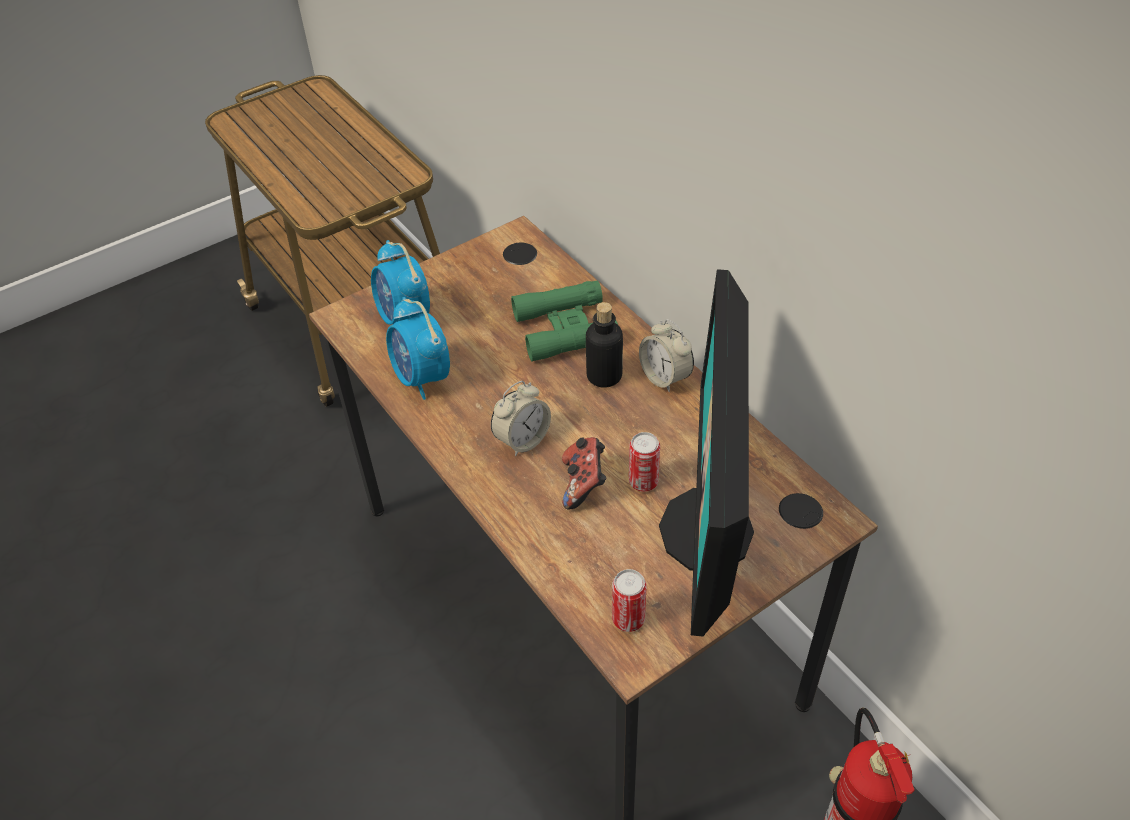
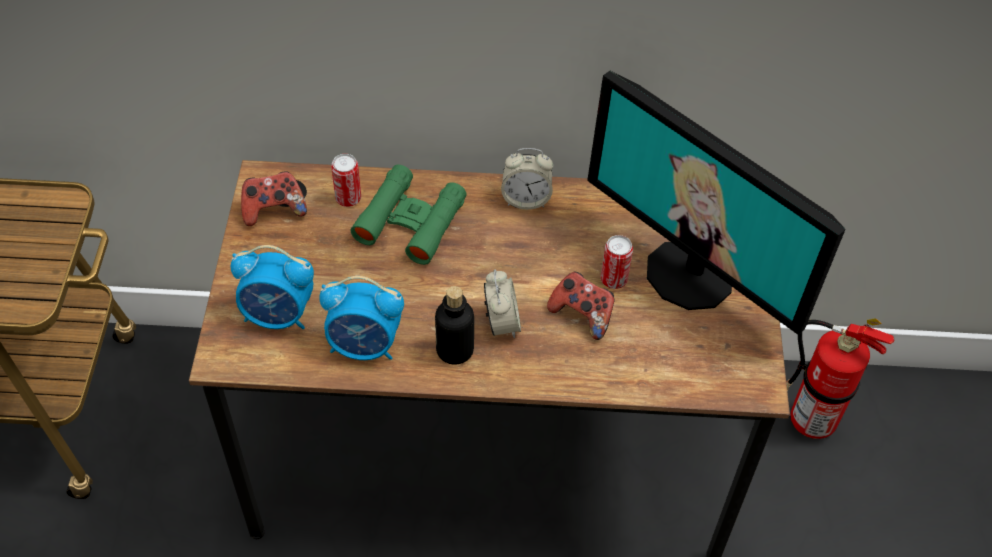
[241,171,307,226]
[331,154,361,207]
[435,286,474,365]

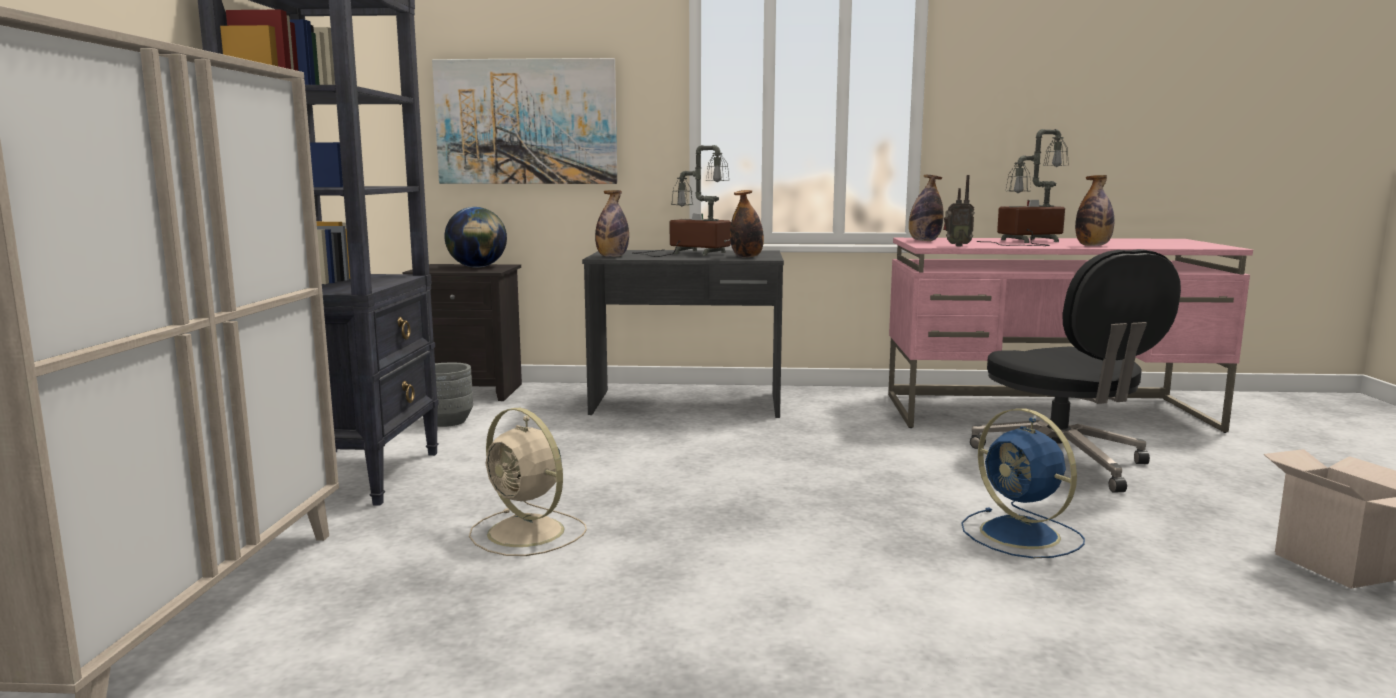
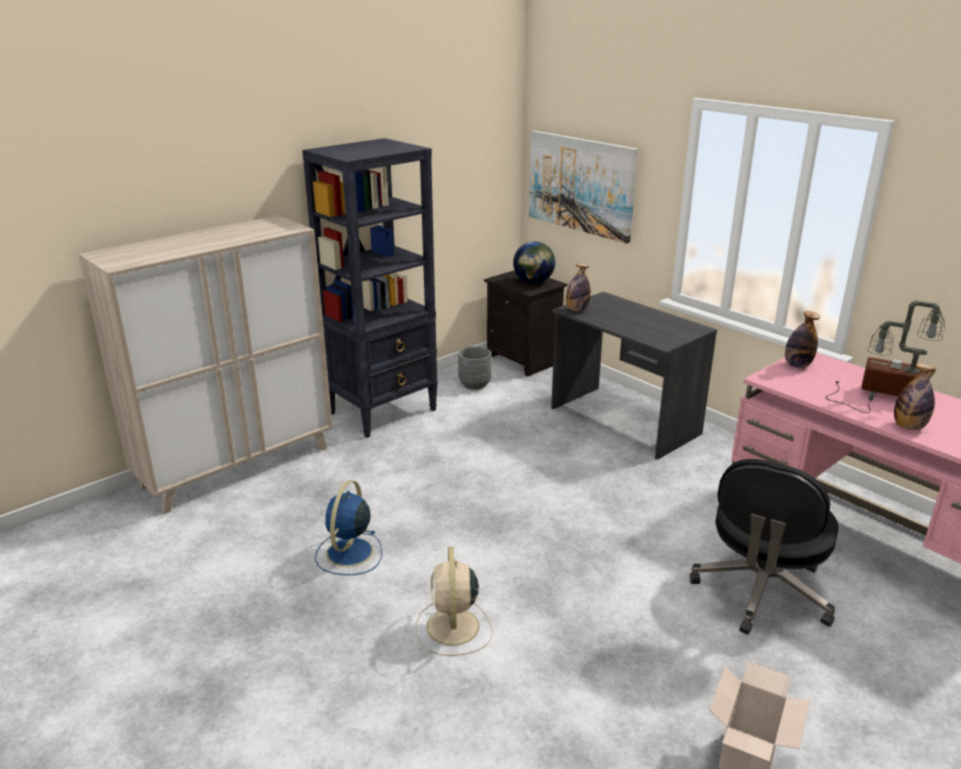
[315,480,382,575]
[416,547,493,656]
[632,145,731,257] (first image)
[730,190,764,258] (first image)
[943,175,975,246] (first image)

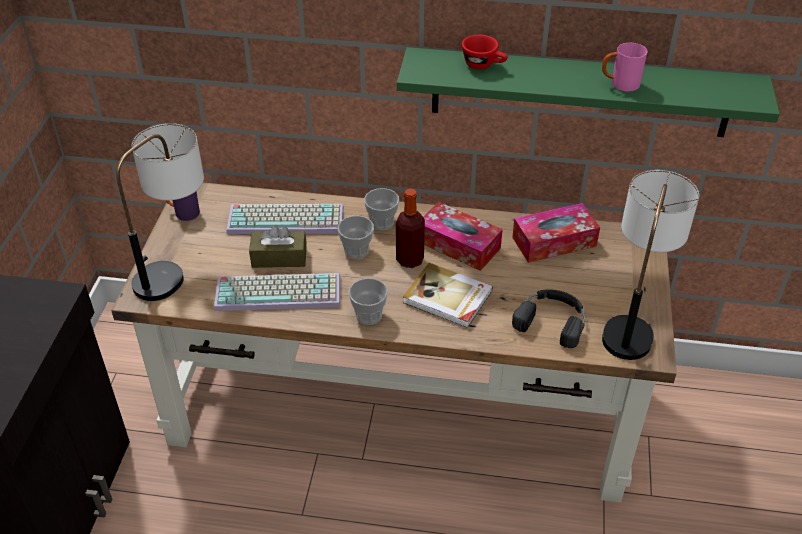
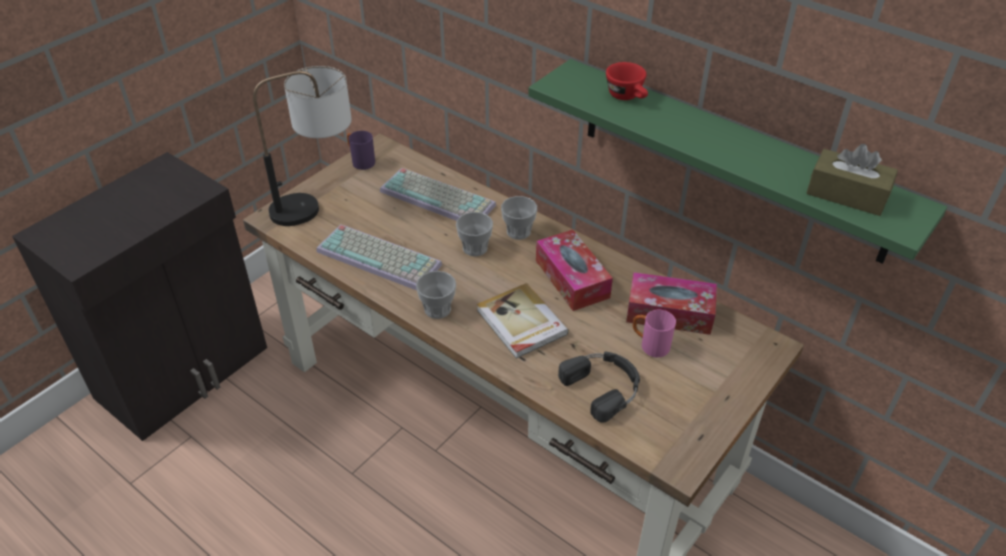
[633,310,676,357]
[806,144,898,216]
[396,189,425,268] (first image)
[602,170,699,360] (first image)

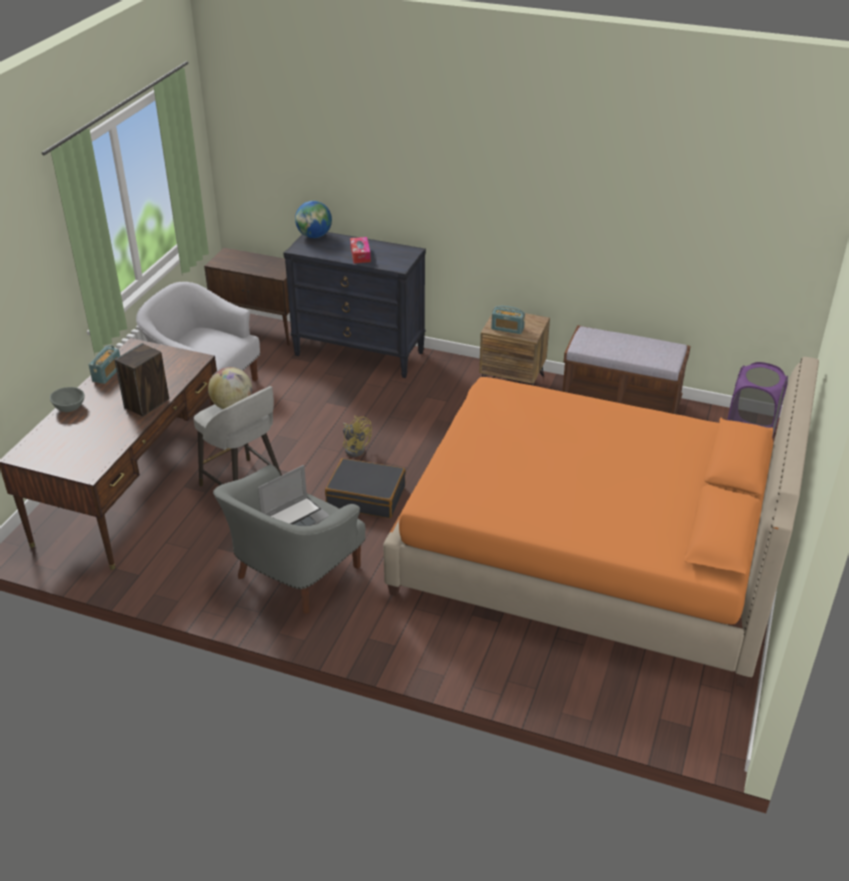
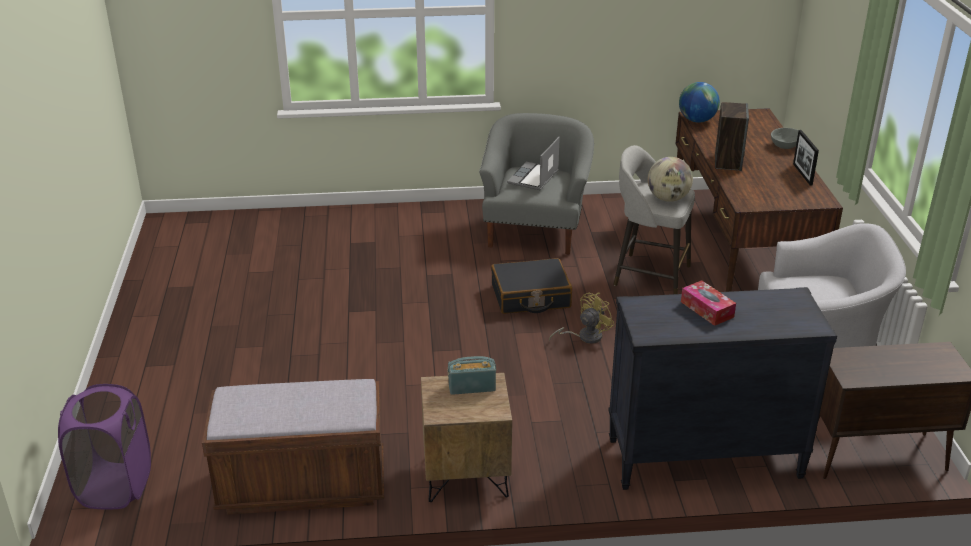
[549,293,614,344]
[679,82,720,123]
[793,130,819,185]
[383,357,819,687] (first image)

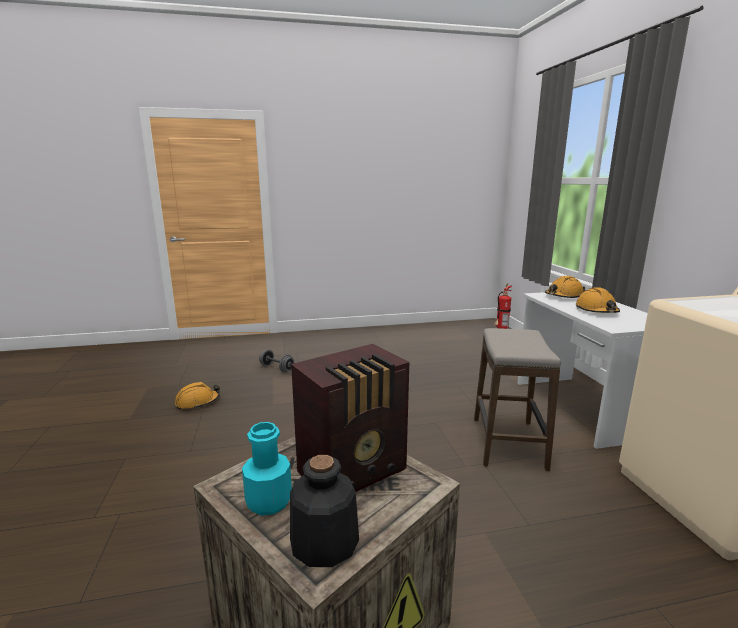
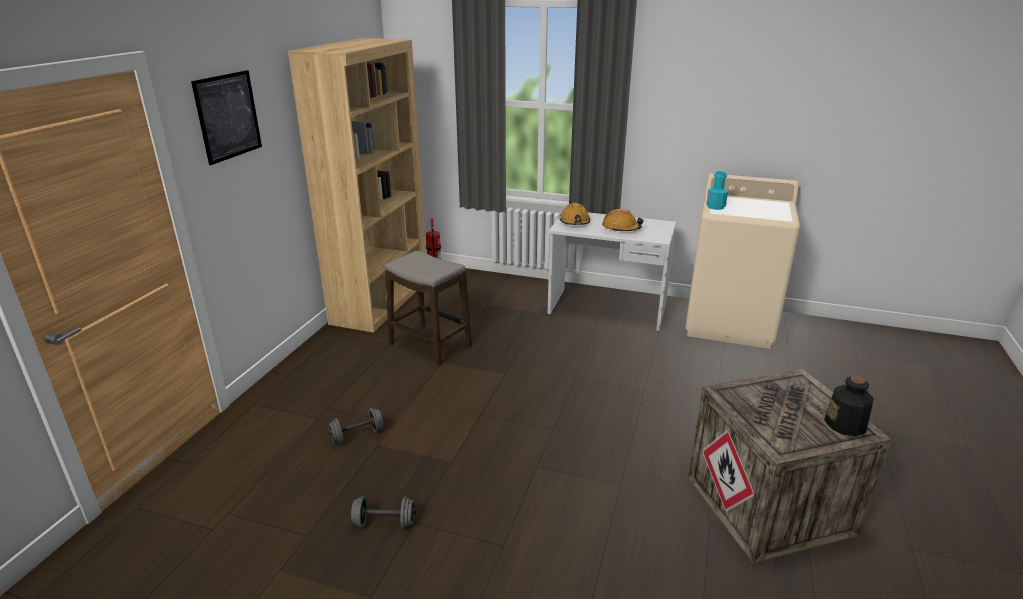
[191,70,262,165]
[288,38,426,333]
[351,496,416,528]
[385,250,472,366]
[706,171,728,210]
[291,344,410,492] (first image)

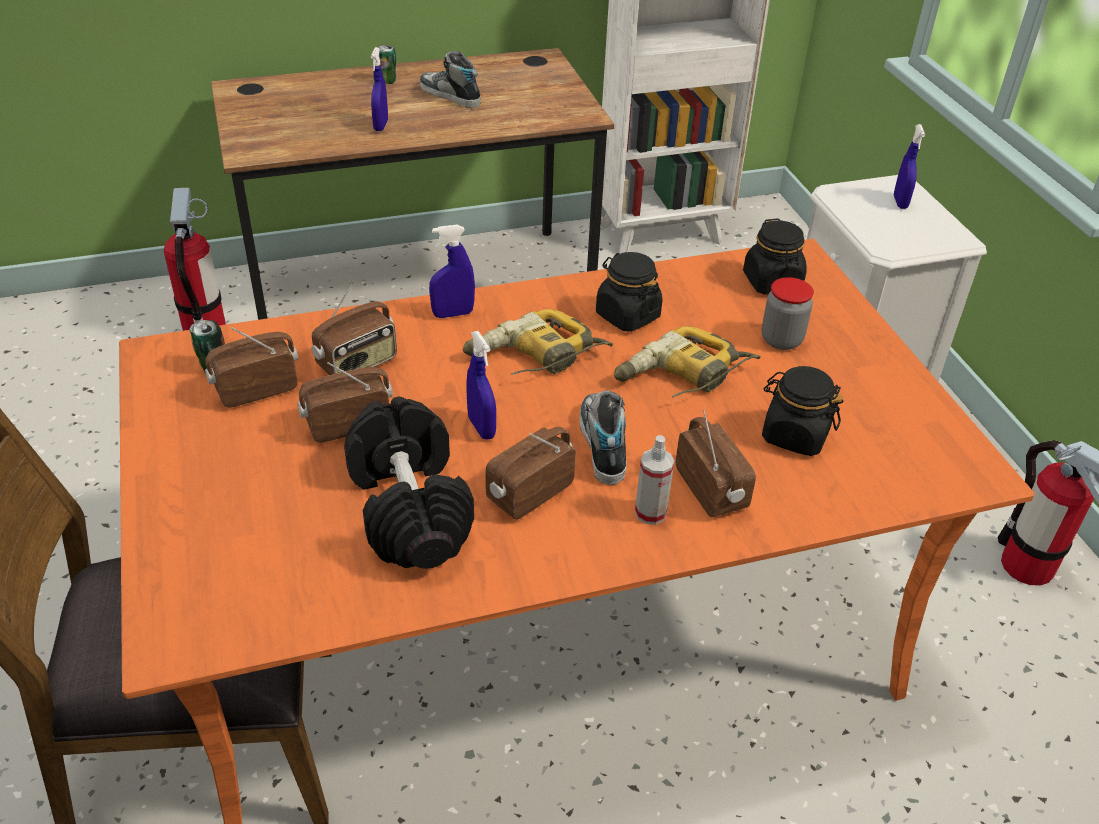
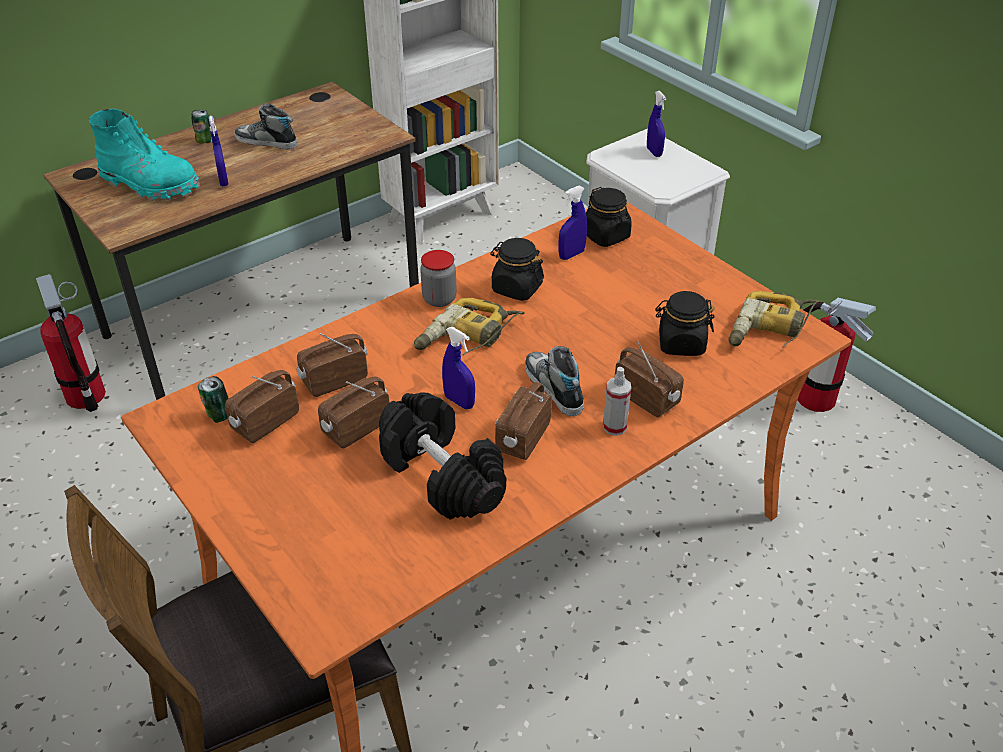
[89,109,200,201]
[296,333,368,397]
[420,250,457,307]
[558,186,587,260]
[728,291,820,348]

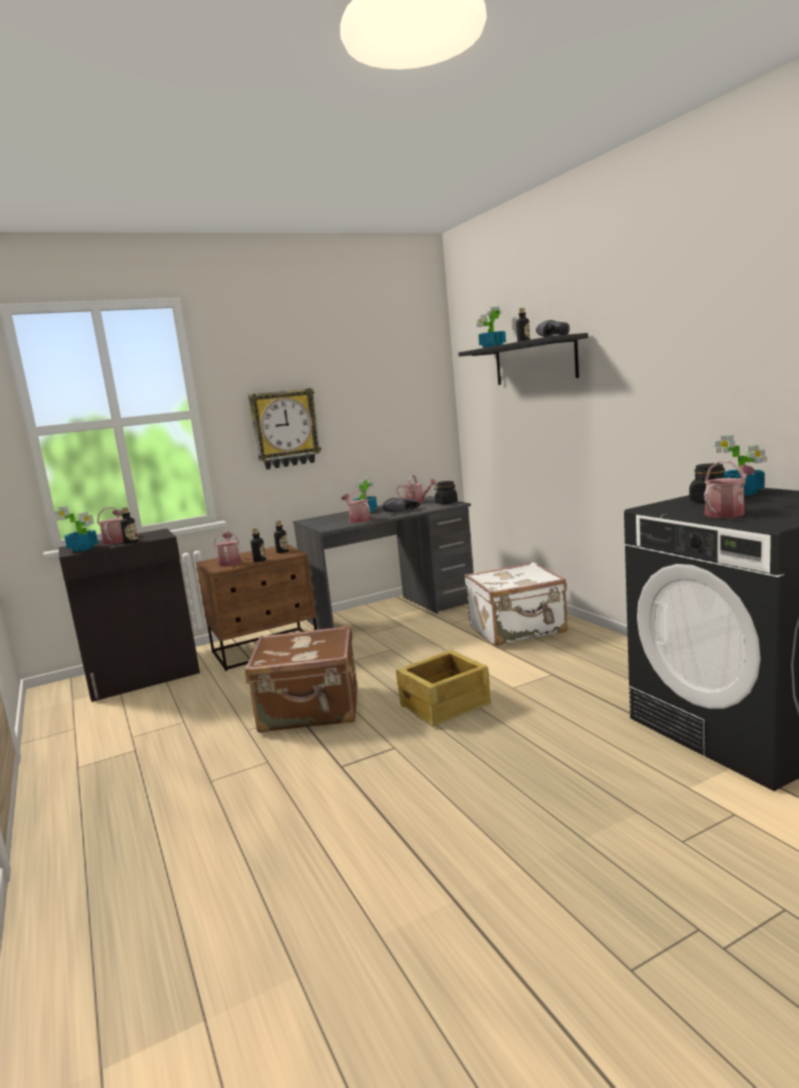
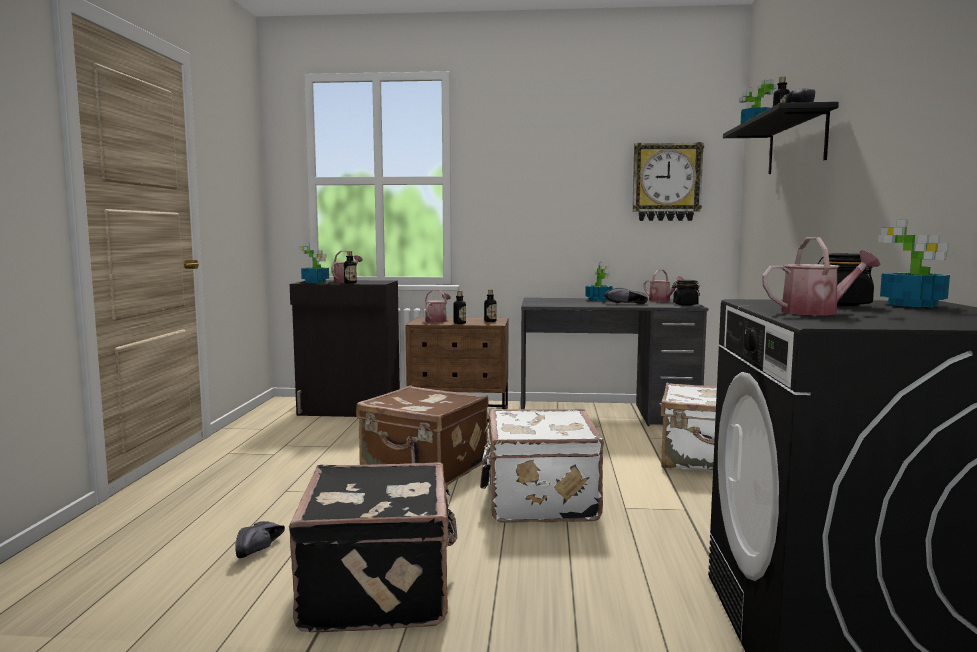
[235,521,285,558]
[289,462,457,632]
[480,409,604,523]
[632,142,704,221]
[341,490,371,523] (first image)

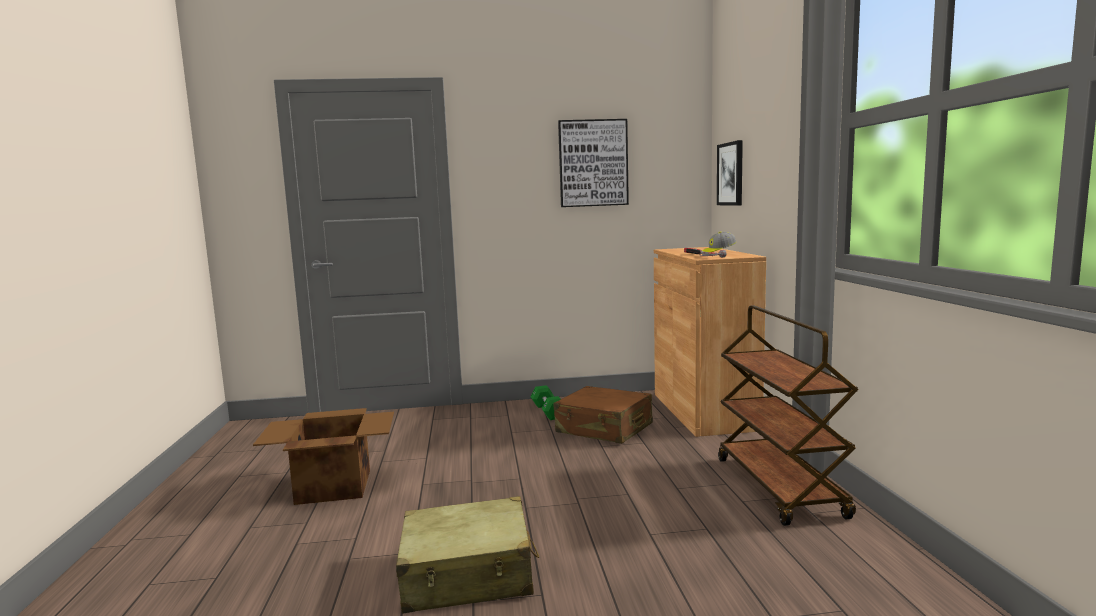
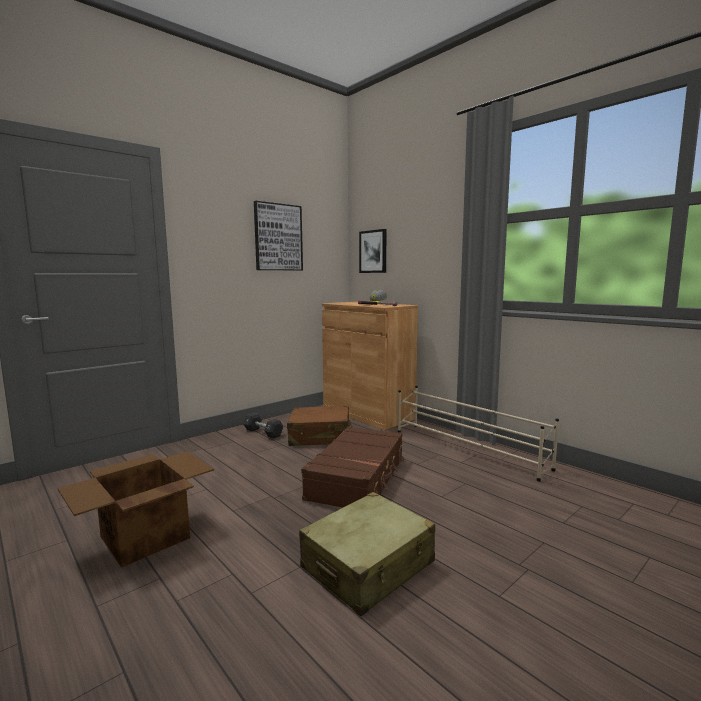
[243,413,283,439]
[301,426,404,507]
[398,386,559,481]

